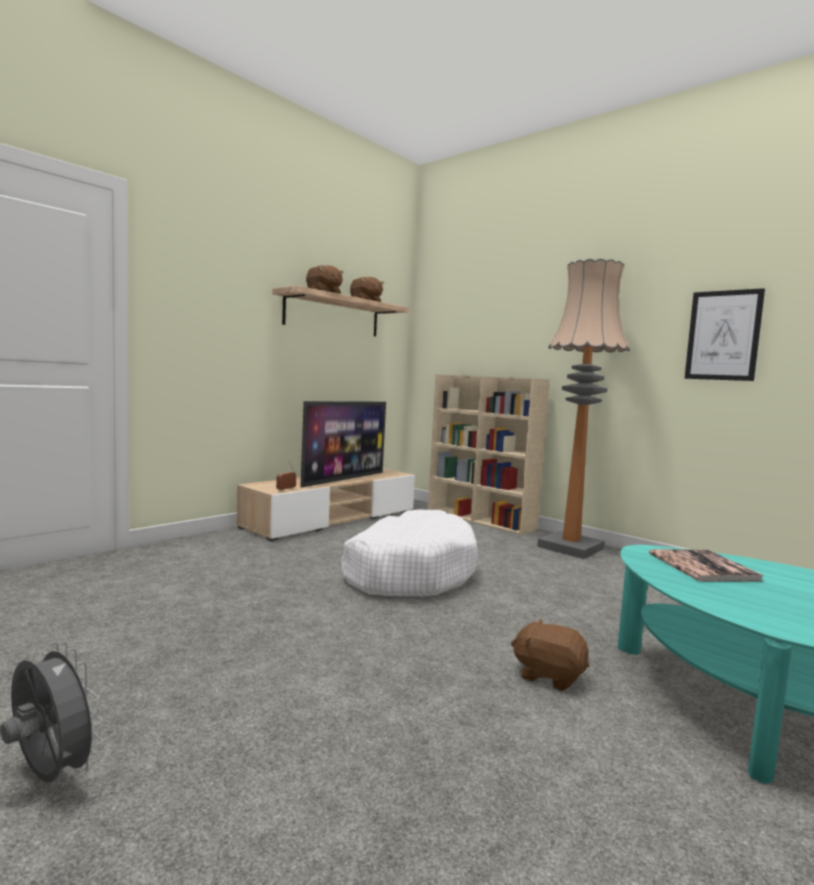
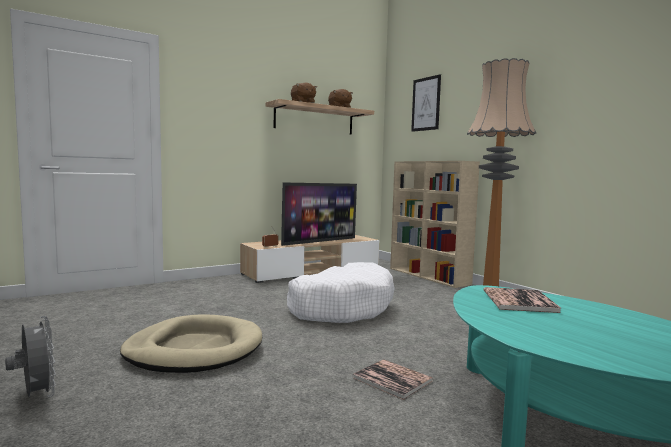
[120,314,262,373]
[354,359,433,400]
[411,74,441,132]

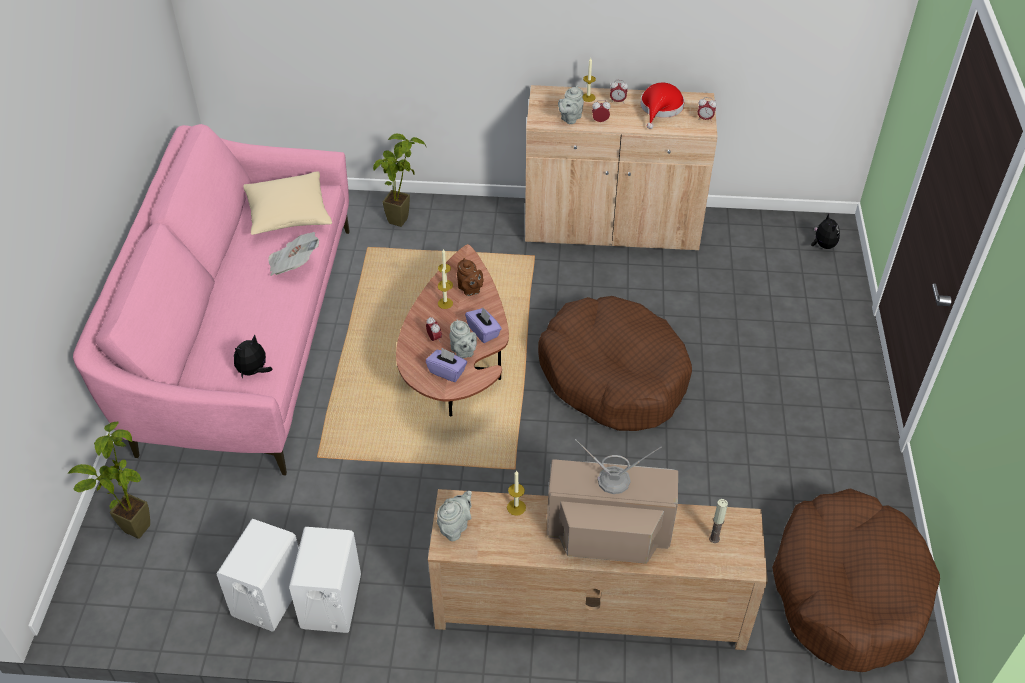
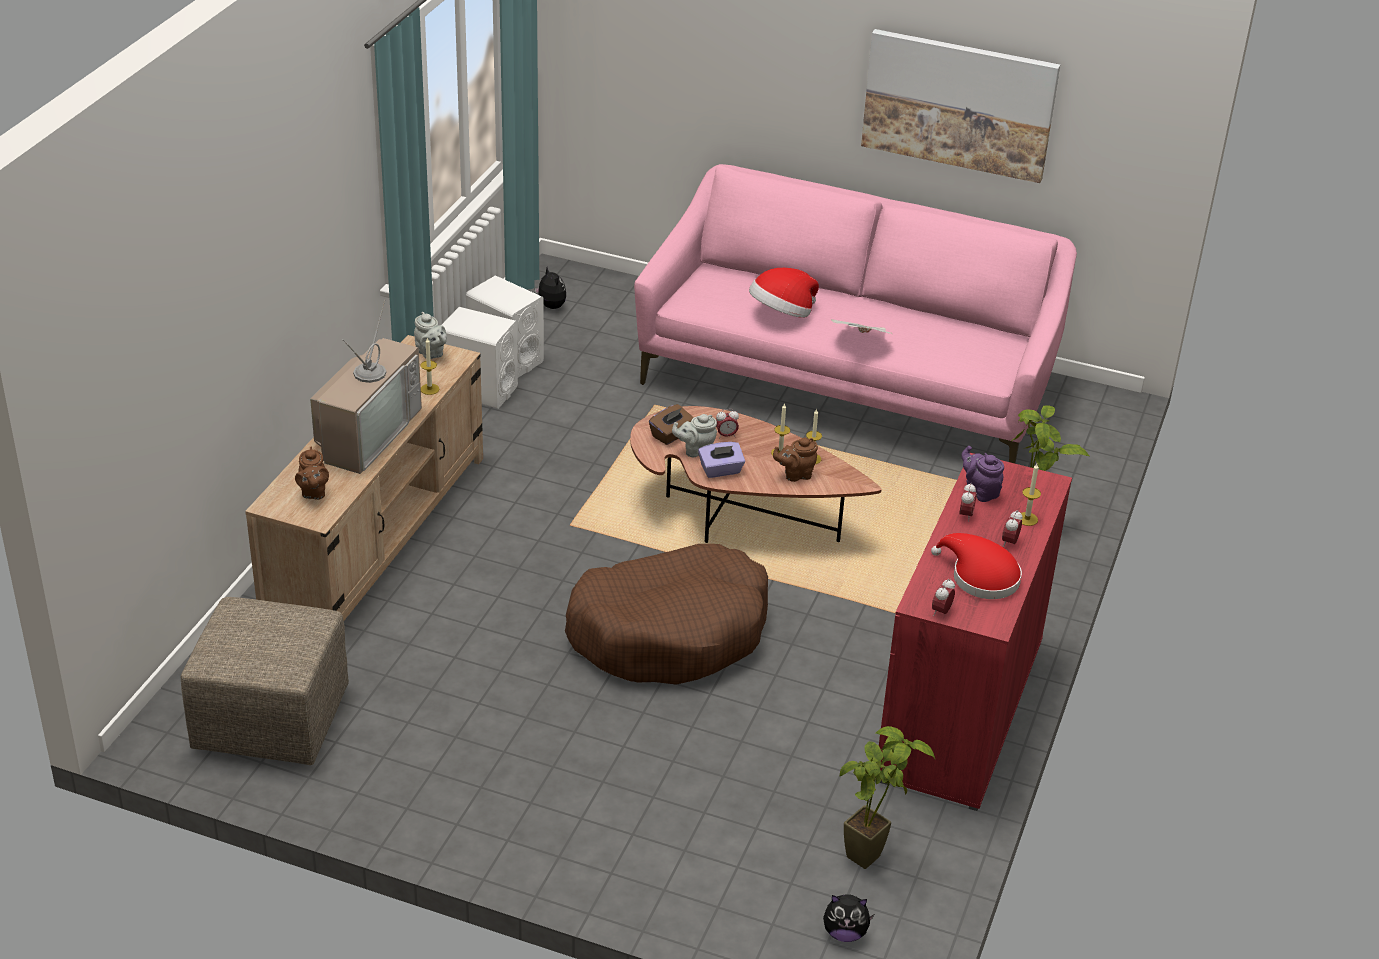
[181,597,349,765]
[295,447,329,500]
[535,266,566,309]
[649,404,694,445]
[749,268,819,318]
[840,726,935,869]
[861,29,1060,183]
[879,453,1072,811]
[961,446,1004,502]
[243,171,332,235] (first image)

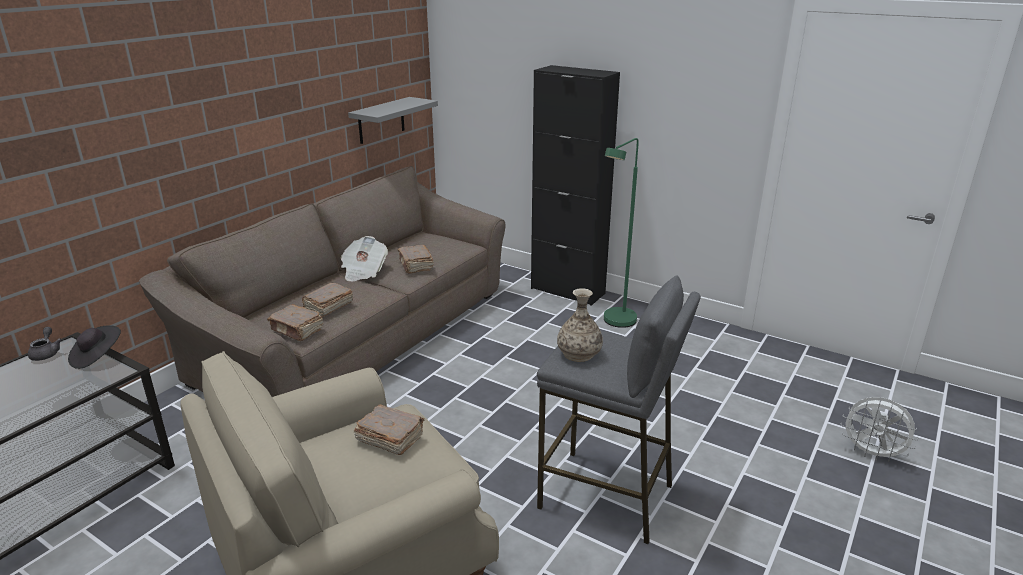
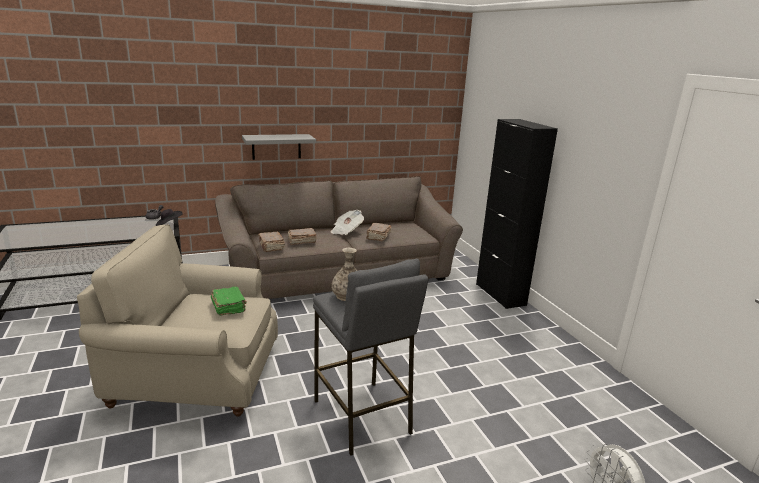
[211,286,247,316]
[242,134,316,160]
[604,138,639,328] (first image)

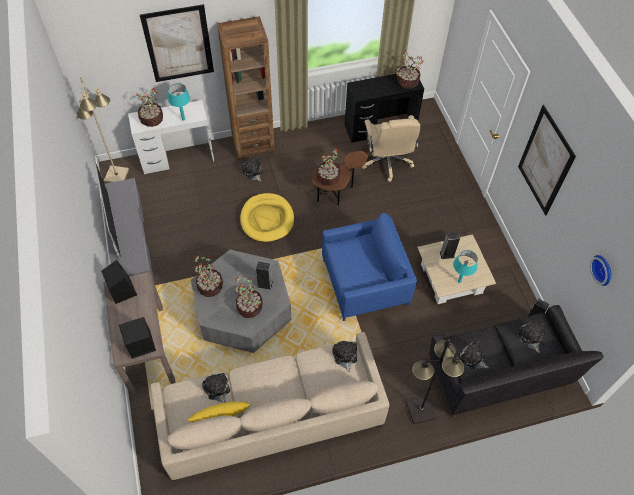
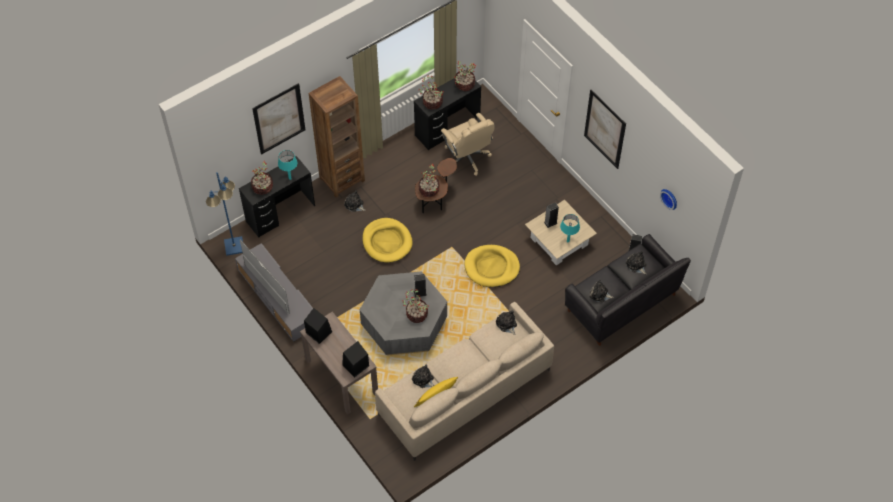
[206,172,243,256]
[239,156,315,237]
[419,76,444,110]
[464,245,520,287]
[406,339,464,424] (first image)

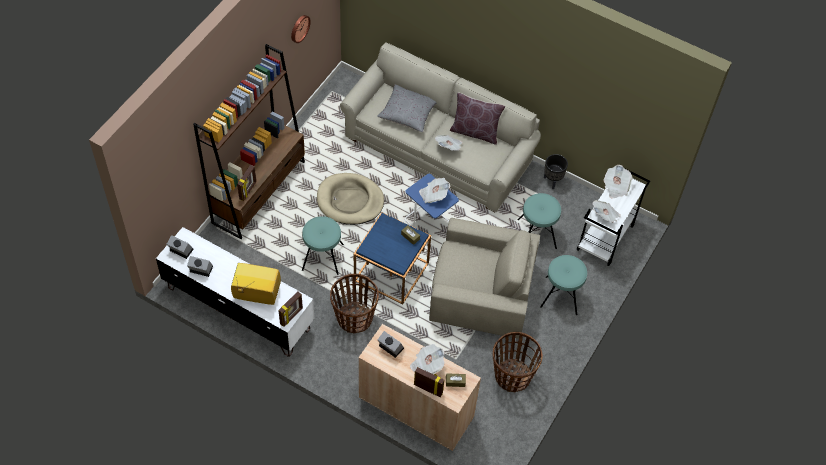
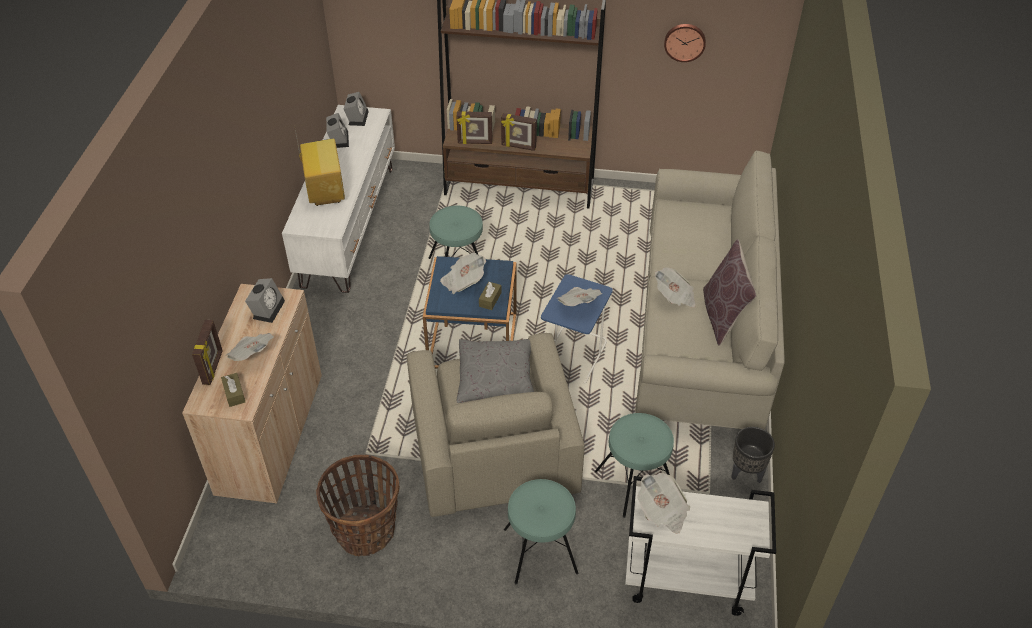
[440,252,486,294]
[457,339,534,403]
[501,113,537,151]
[317,173,384,225] (first image)
[330,274,379,334] (first image)

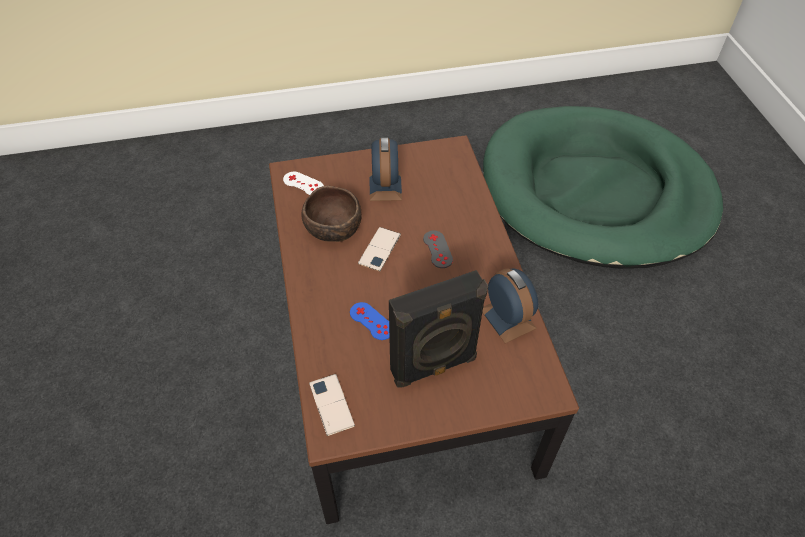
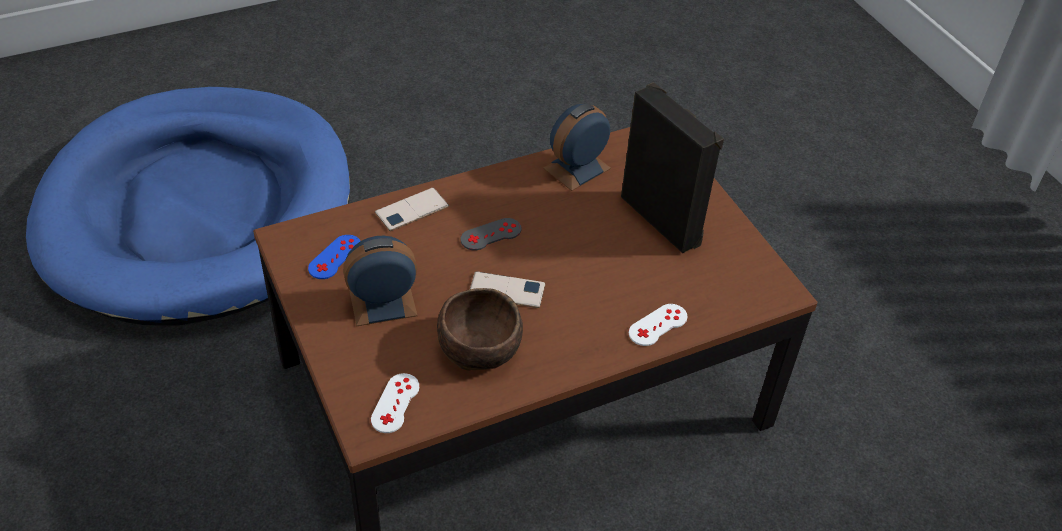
[26,87,350,326]
[308,235,360,279]
[375,188,449,231]
[628,304,688,346]

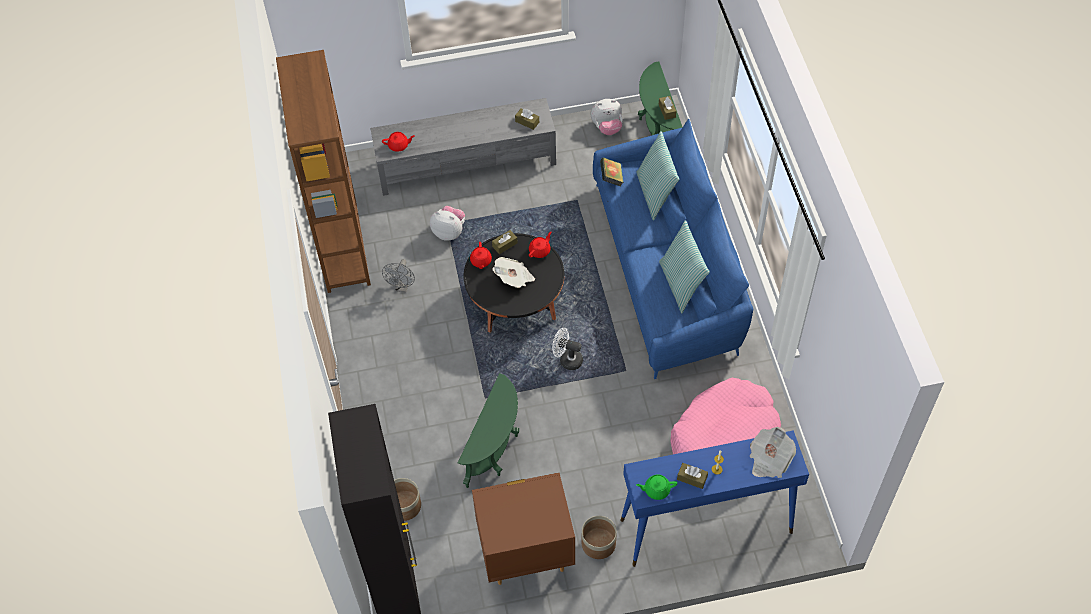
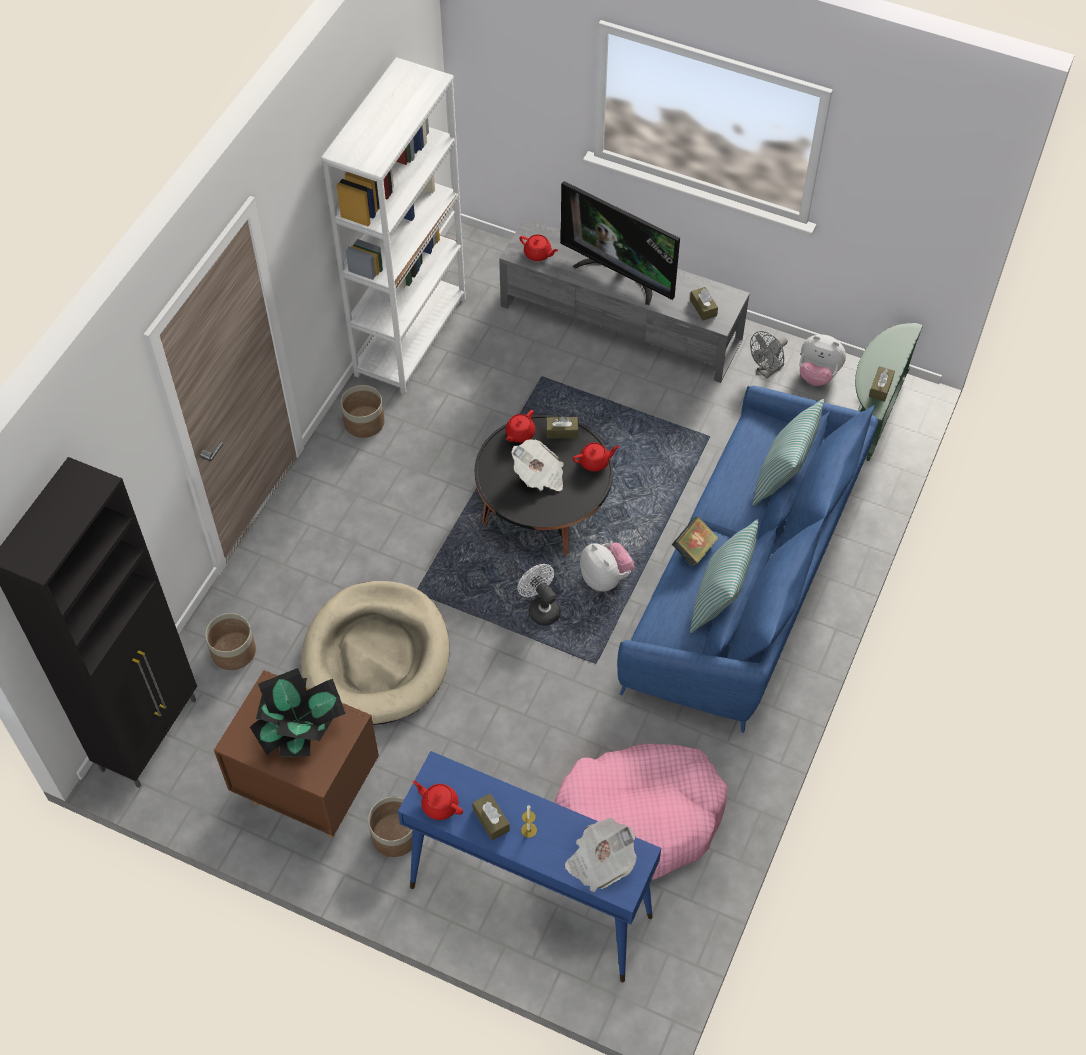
[250,668,346,757]
[301,581,449,725]
[321,57,466,395]
[341,385,385,438]
[413,780,463,820]
[561,181,680,305]
[580,543,634,592]
[672,516,719,566]
[750,331,788,378]

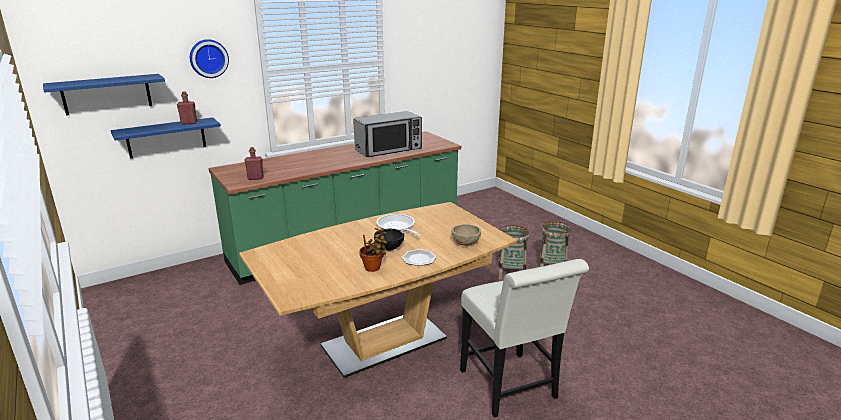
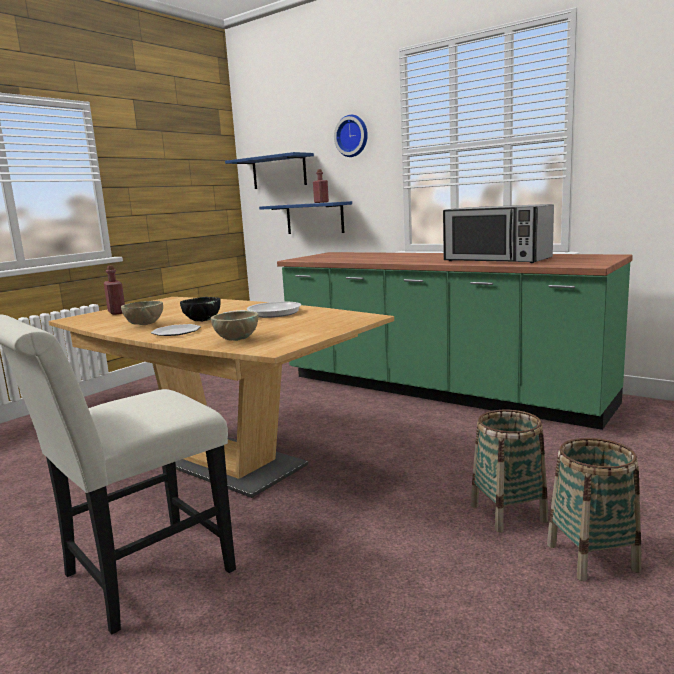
[104,266,125,315]
[121,301,163,325]

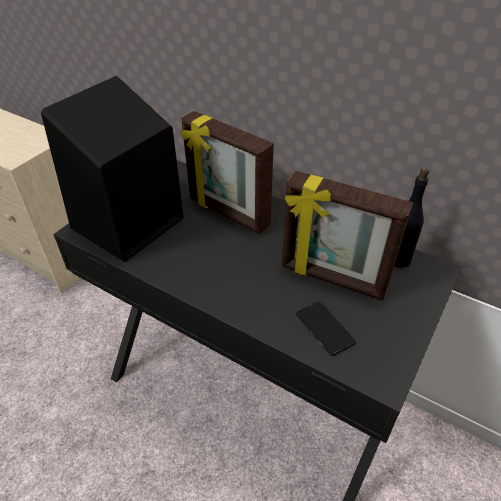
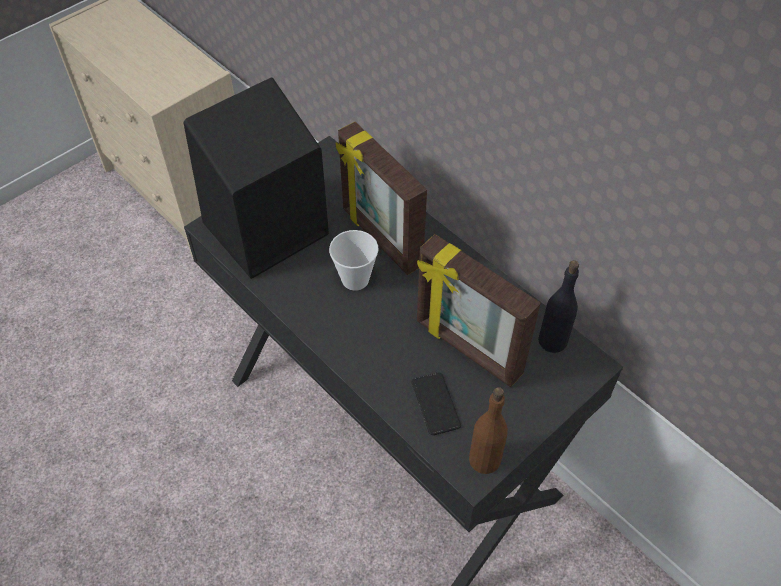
[329,230,379,291]
[469,387,508,474]

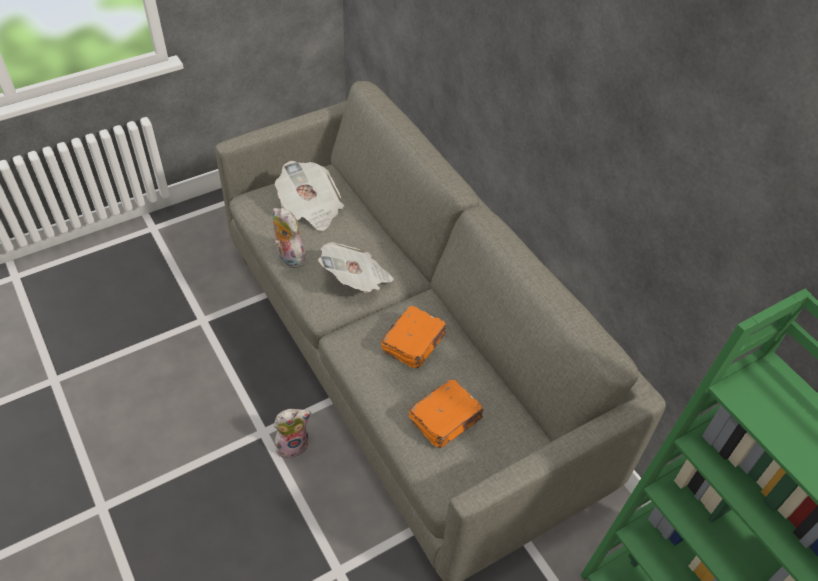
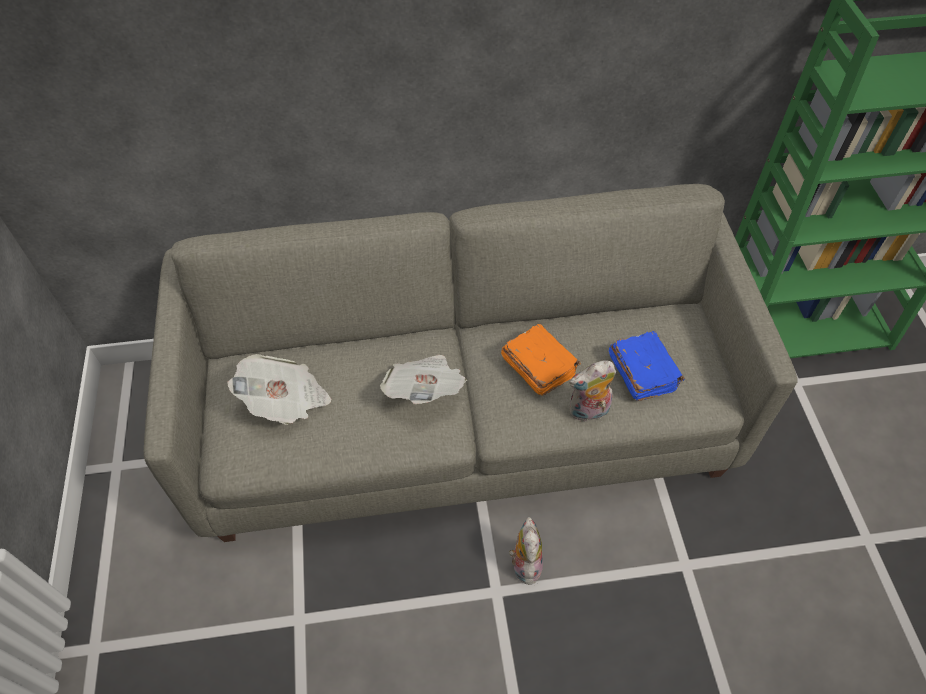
[569,360,616,422]
[609,331,685,401]

